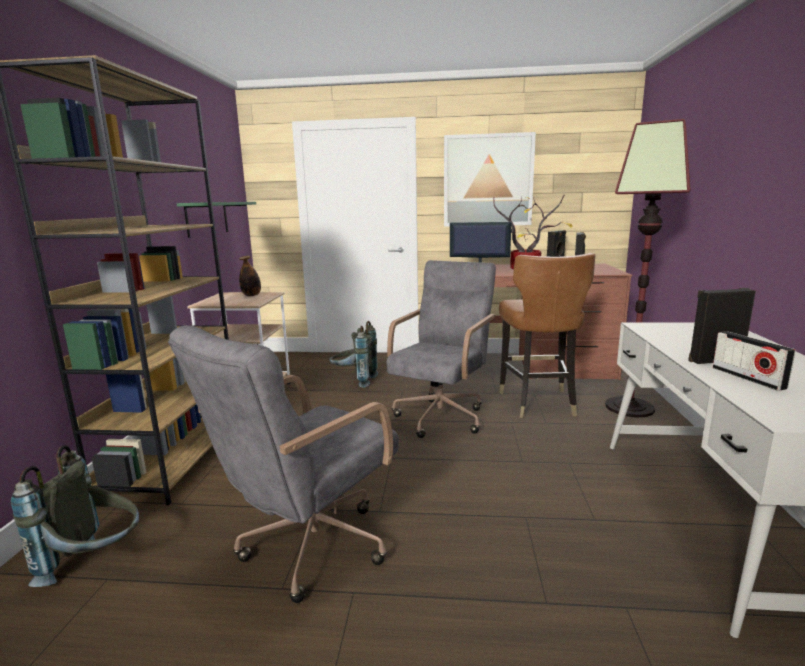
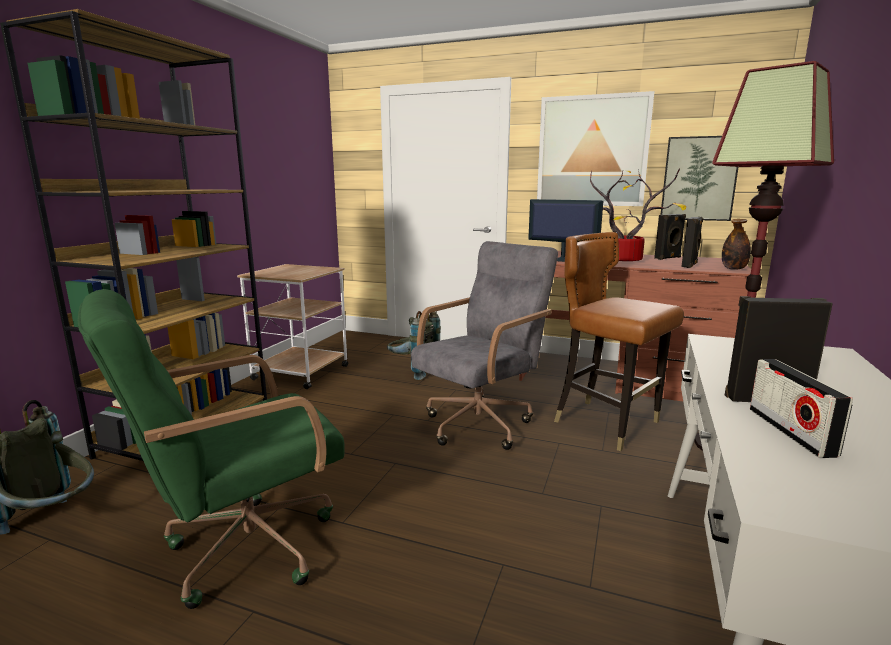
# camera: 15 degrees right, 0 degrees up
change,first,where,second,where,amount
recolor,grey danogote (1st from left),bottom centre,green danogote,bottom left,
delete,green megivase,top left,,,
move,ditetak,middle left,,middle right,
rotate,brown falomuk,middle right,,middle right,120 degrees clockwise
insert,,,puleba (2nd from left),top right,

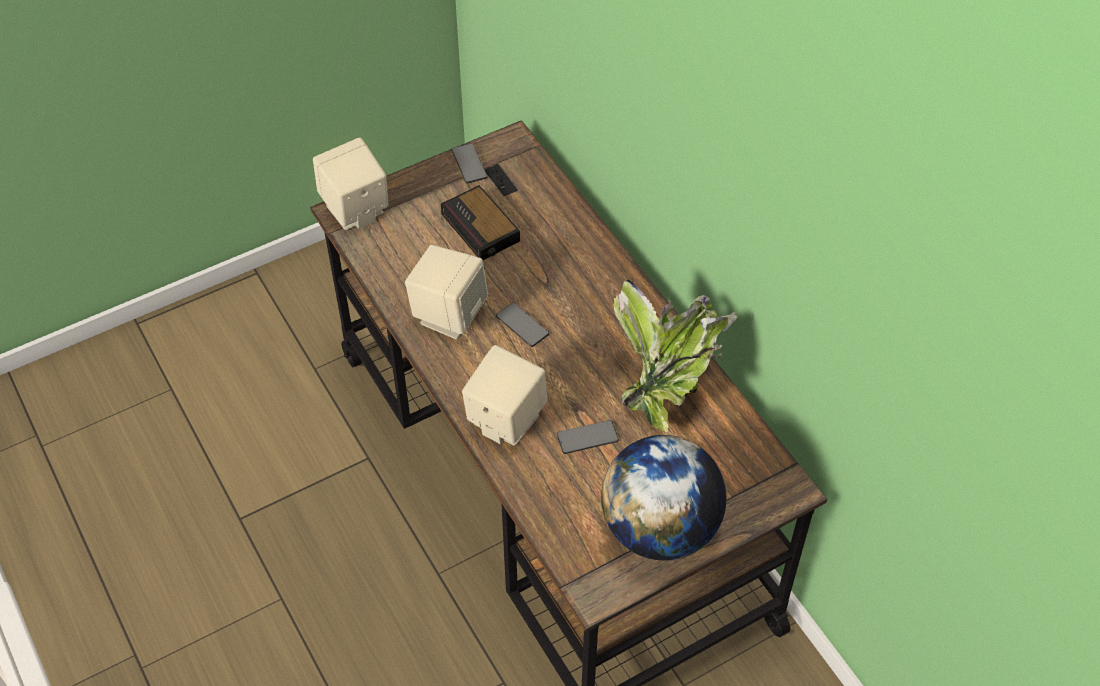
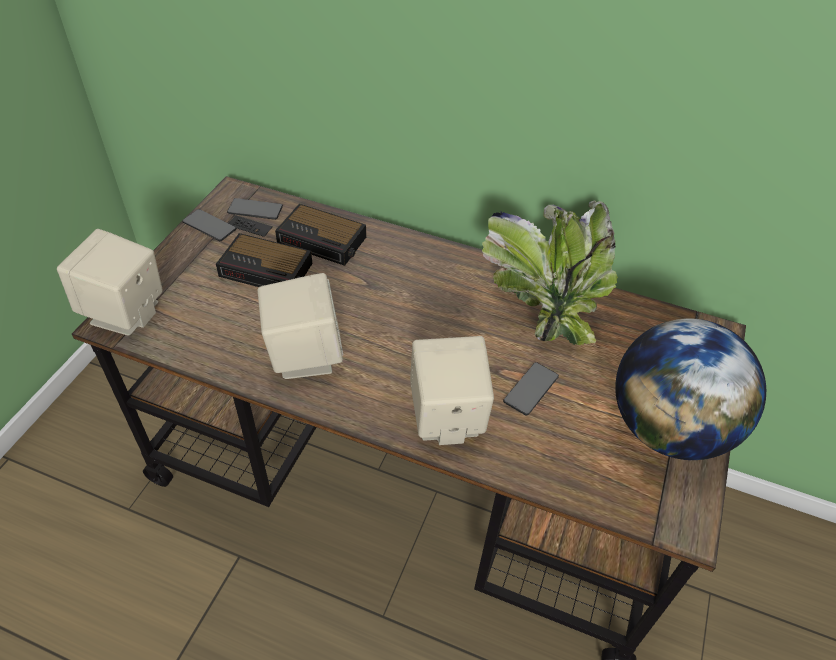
# camera: 40 degrees left, 5 degrees down
change,first,where,second,where,amount
move,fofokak (2nd from left),centre,,top left,
insert,,,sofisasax (2nd from left),centre,

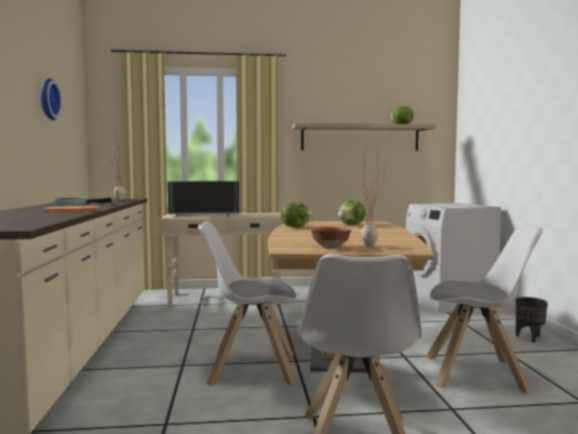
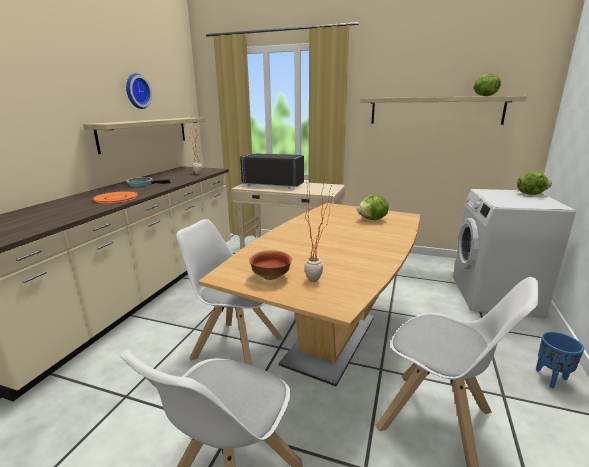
# camera: 25 degrees right, 15 degrees up
change,first,where,second,where,amount
move,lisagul (1st from left in the first image),centre,lisagul (3rd from left),middle right,
recolor,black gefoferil,bottom right,blue gefoferil,bottom right,
insert,,,megivase (1st from left),top left,

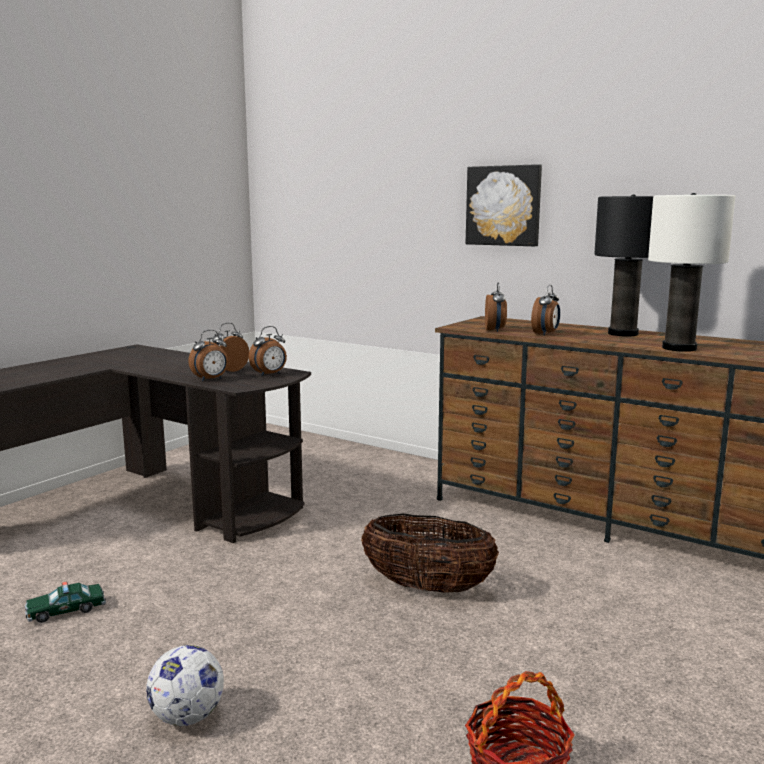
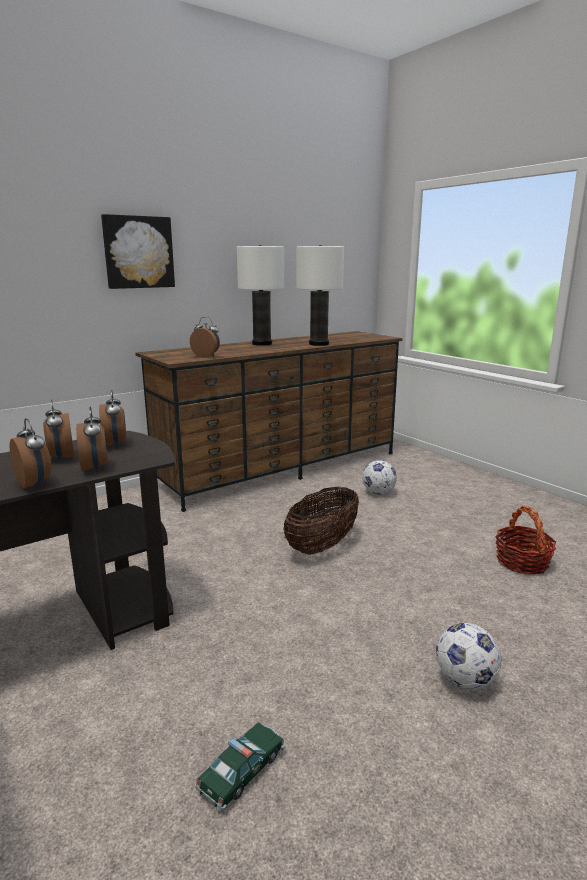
# camera: 70 degrees left, 5 degrees up
change,first,where,second,where,amount
rotate,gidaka,bottom left,,bottom centre,135 degrees counterclockwise
move,sofisasax (5th from left in the first image),middle right,sofisasax (1st from left),middle left,
recolor,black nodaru,middle right,white nodaru (1st from left),centre,
insert,,,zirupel (1st from left),centre,

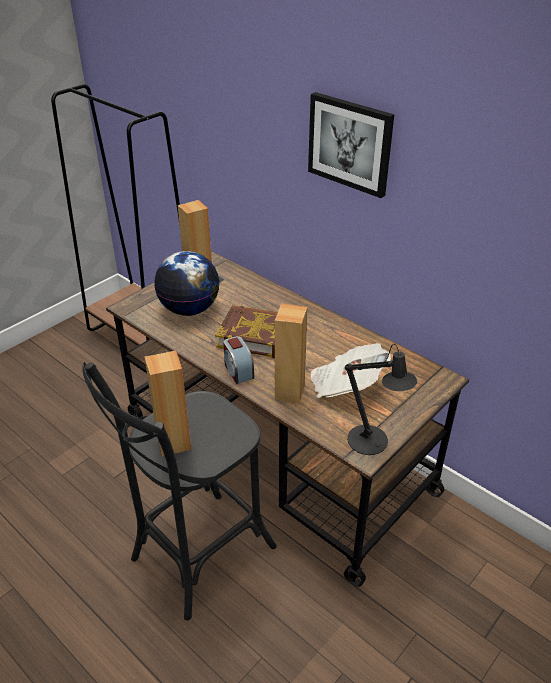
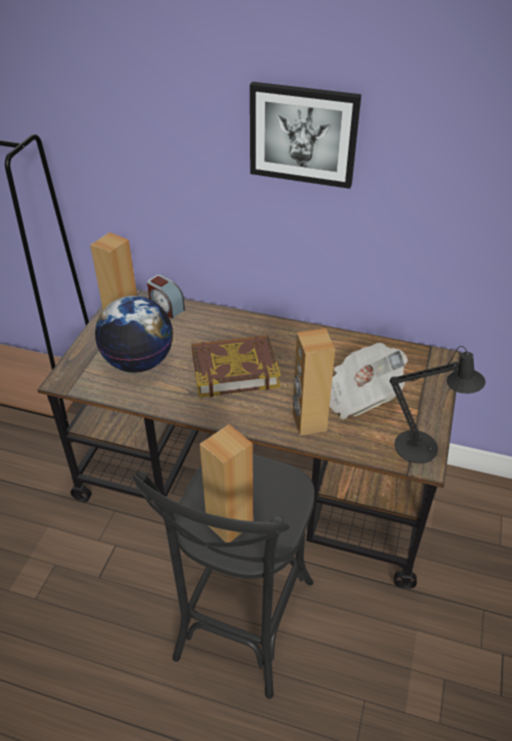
# camera: 25 degrees left, 5 degrees up
change,first,where,second,where,amount
move,sofisasax,centre,,middle left,

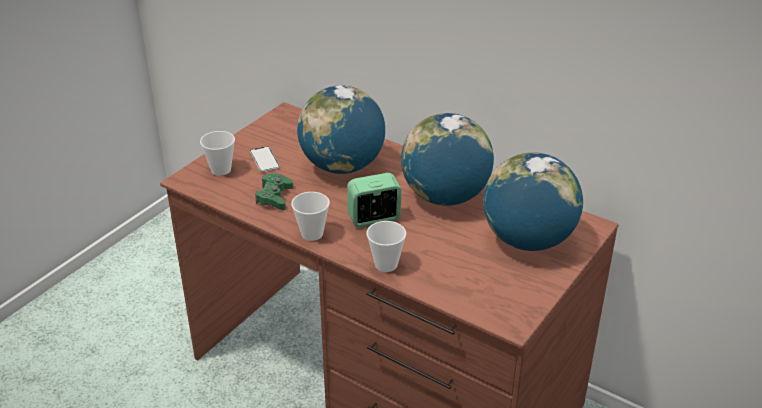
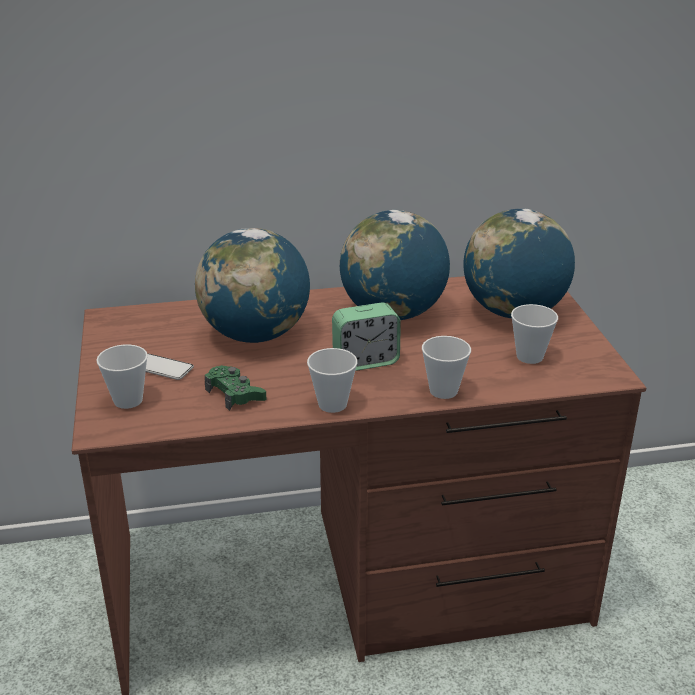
# camera: 45 degrees left, 5 degrees down
change,first,where,second,where,amount
rotate,sofisasax,centre,,centre,135 degrees counterclockwise
insert,,,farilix (4th from left),middle right,

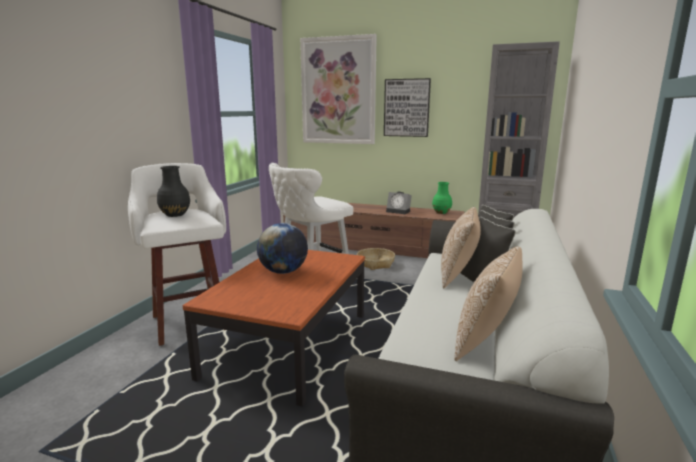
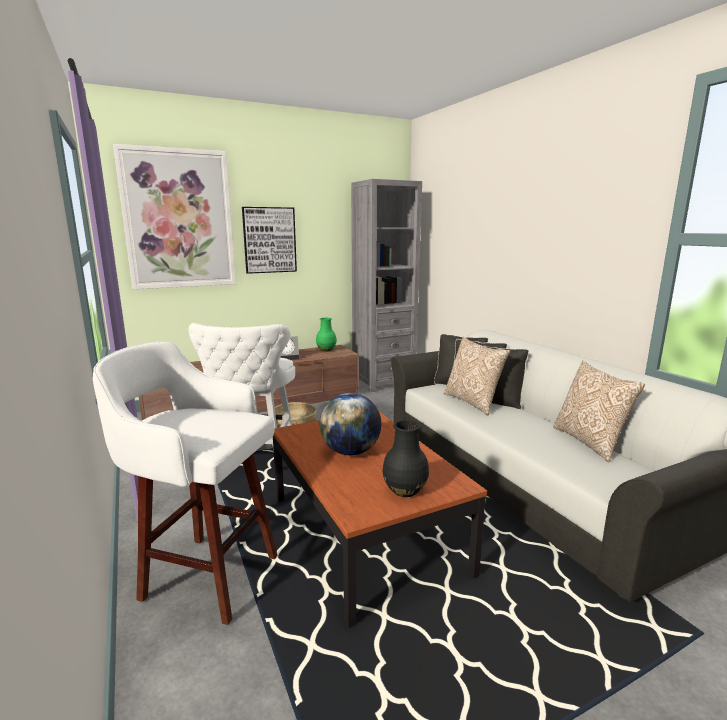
# camera: 45 degrees left, 0 degrees up
change,first,where,second,where,amount
move,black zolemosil,middle left,,centre,

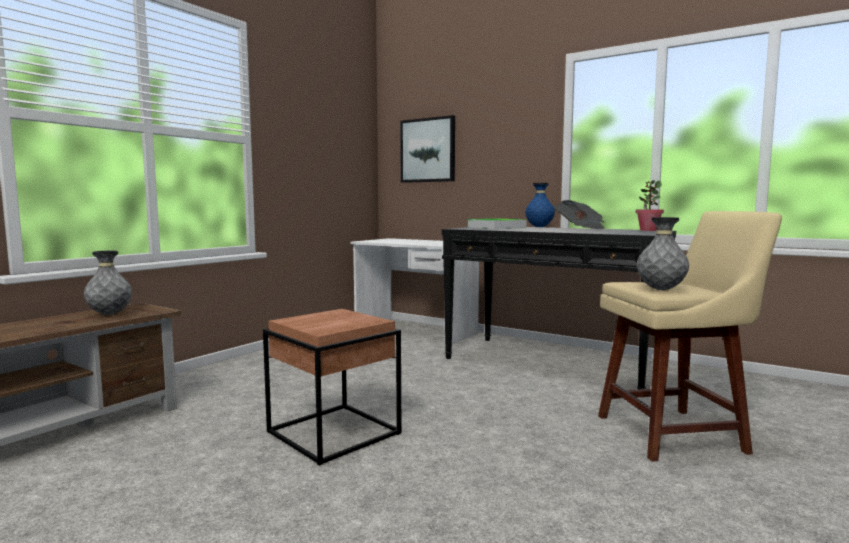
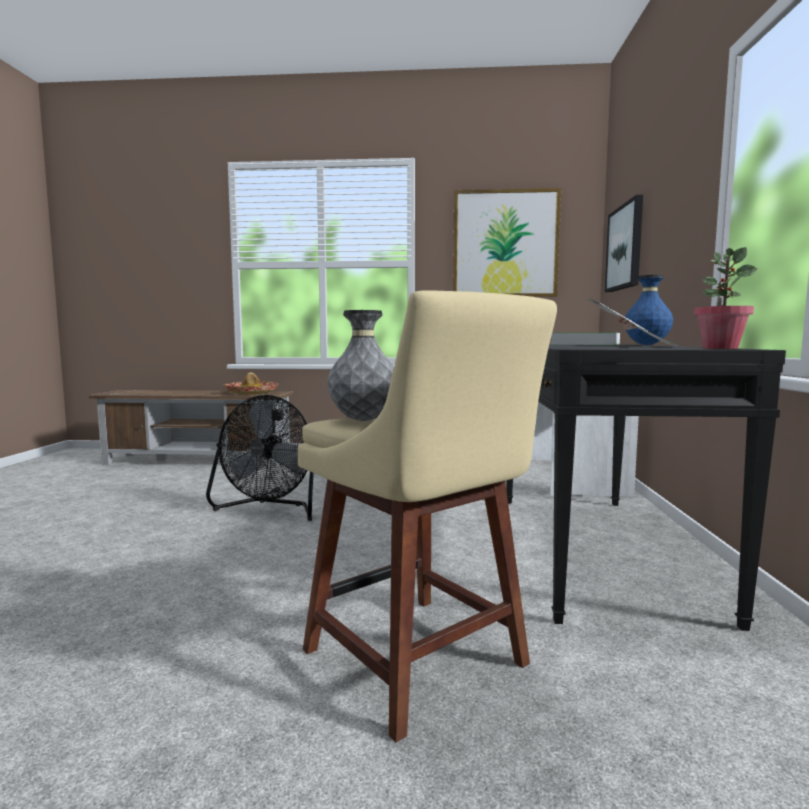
# camera: 60 degrees right, 0 degrees up
change,first,where,second,where,amount
replace,grey zolemosil (1st from left),middle left,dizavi,middle left,
replace,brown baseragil,bottom centre,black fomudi,middle left,
insert,,,puleba (1st from left),top centre,

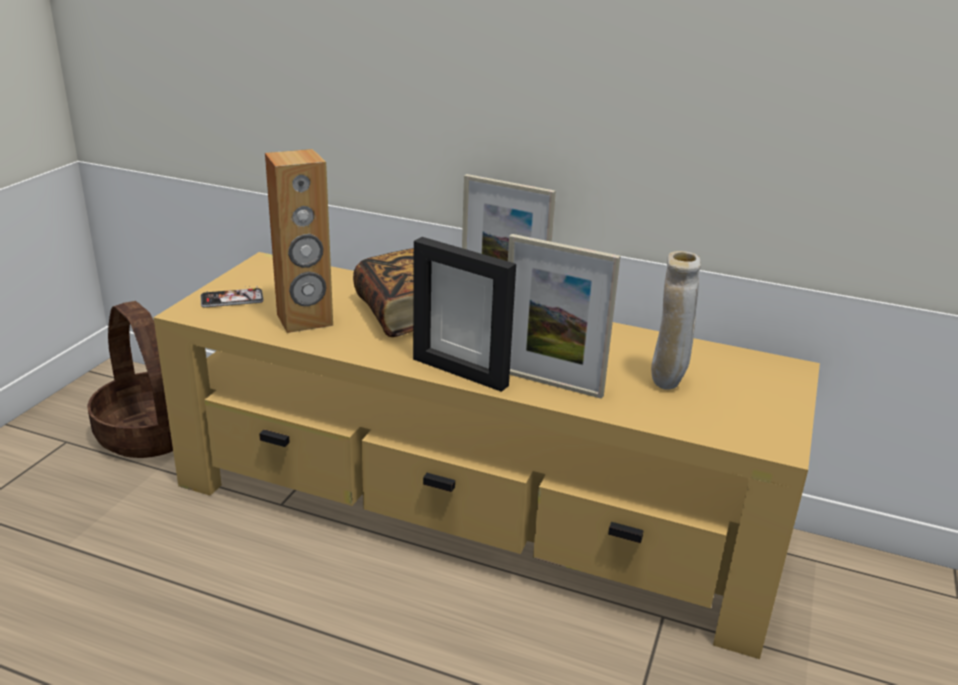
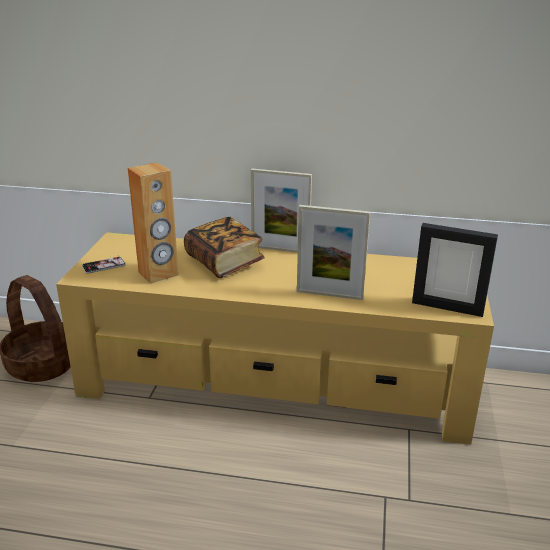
# camera: 10 degrees left, 0 degrees up
change,first,where,second,where,amount
move,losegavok (1st from left in the first image),centre,losegavok (3rd from left),middle right,
delete,beige zolemosil,middle right,,,

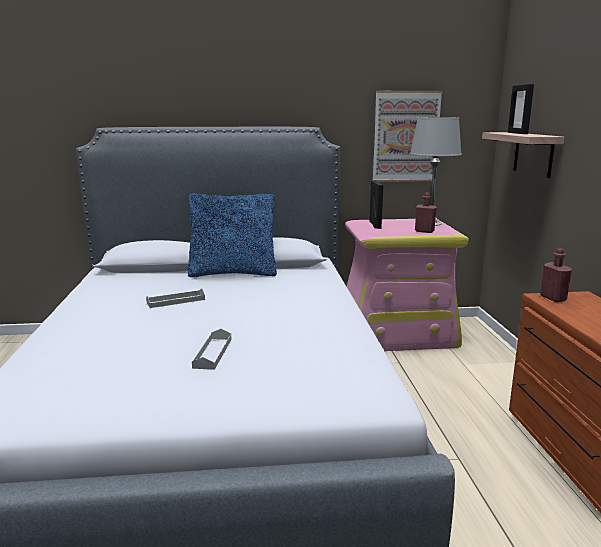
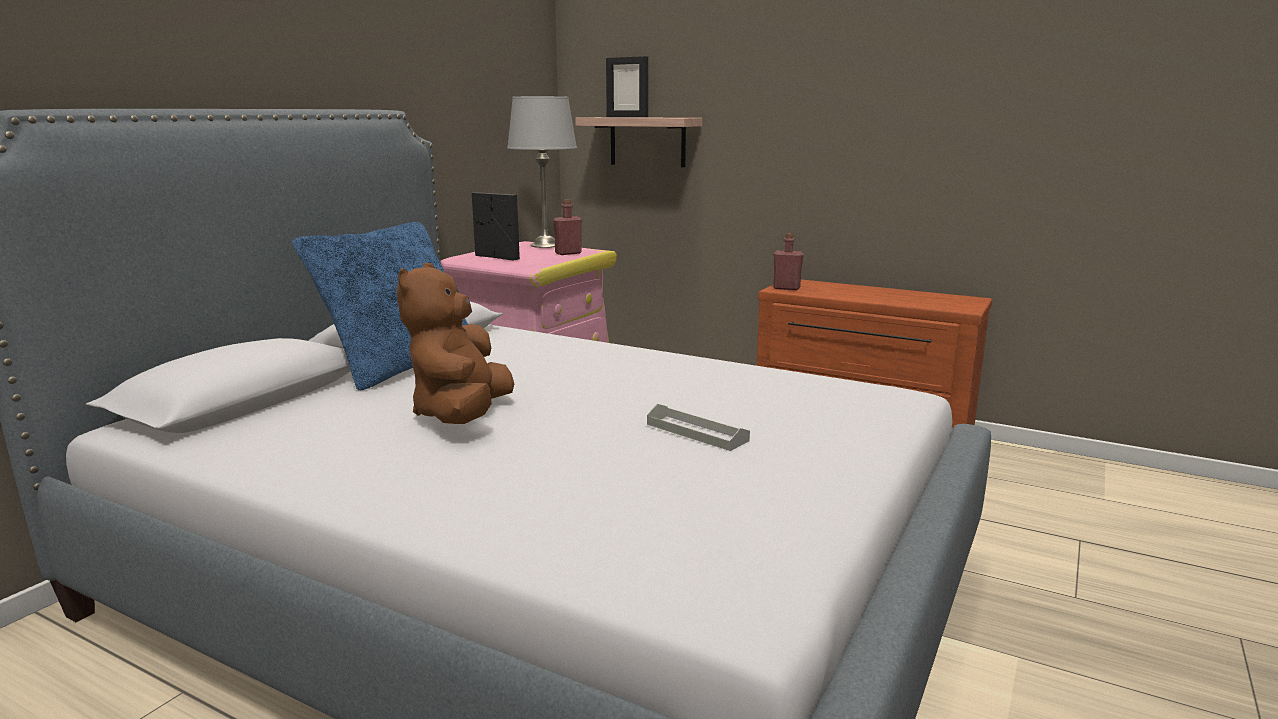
# camera: 55 degrees left, 0 degrees up
change,first,where,second,where,amount
replace,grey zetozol (1st from left),middle left,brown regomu,centre,
delete,puleba,top right,,,

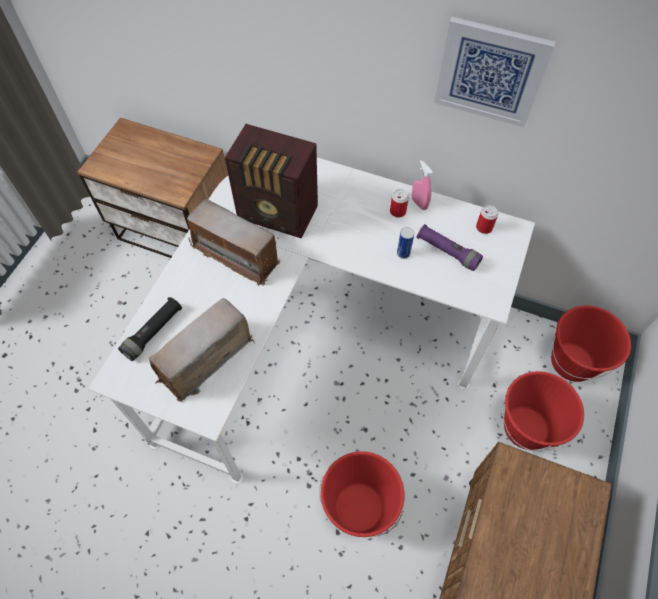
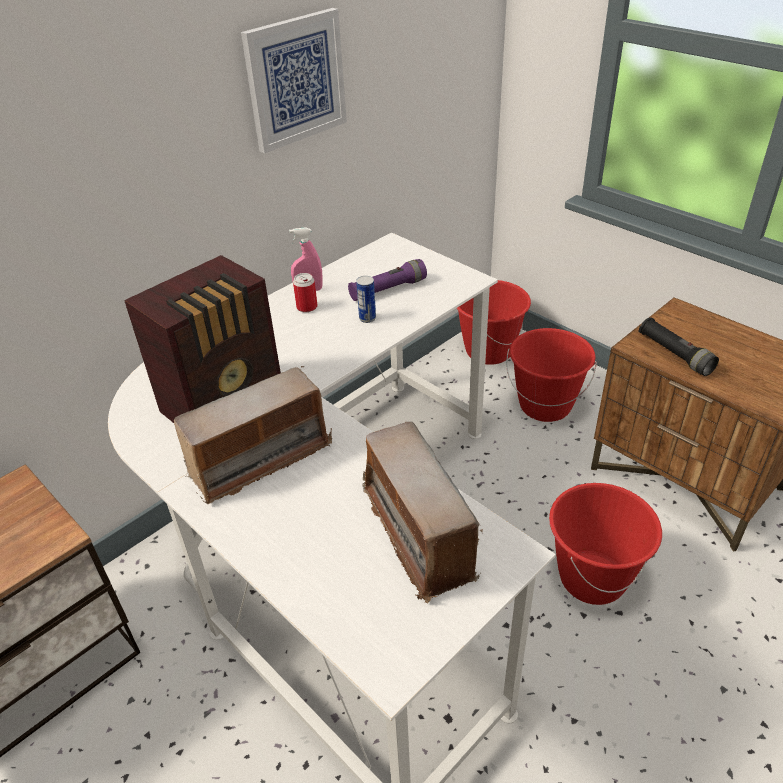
# camera: 65 degrees left, 20 degrees down
change,first,where,second,where,amount
move,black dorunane,middle left,,middle right,
delete,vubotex (3rd from left),middle right,,,

